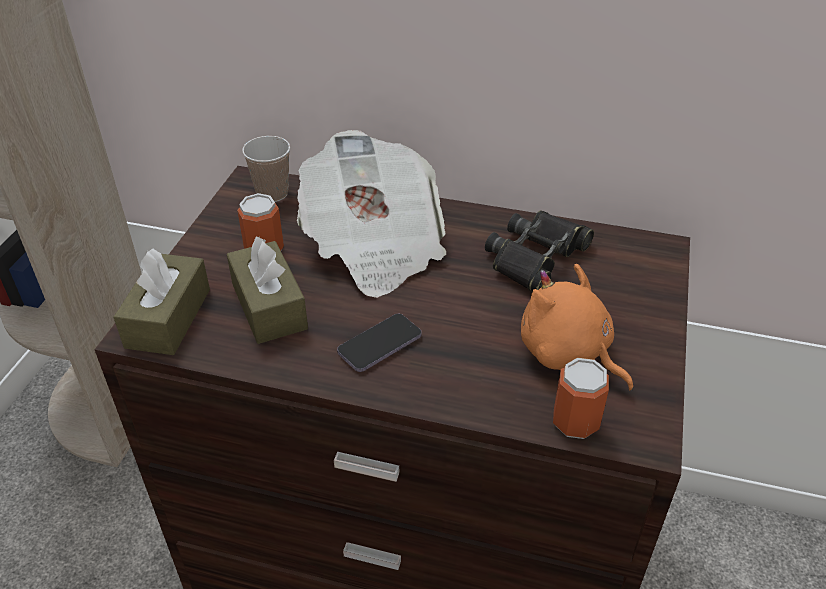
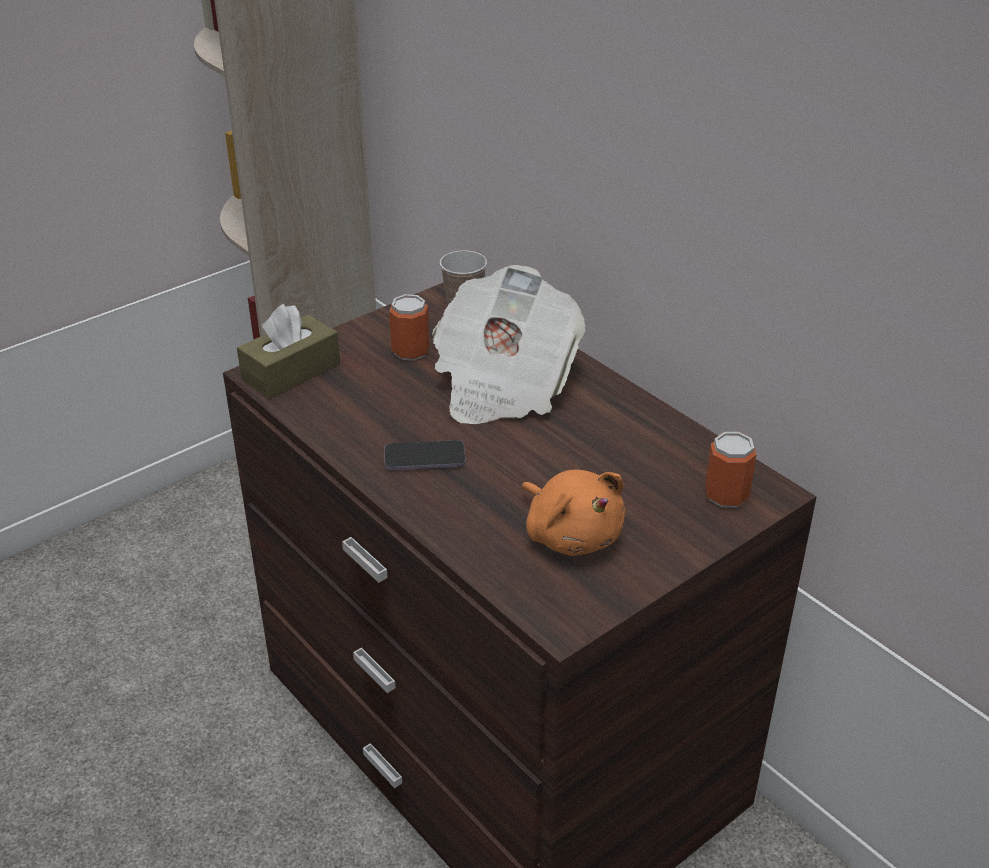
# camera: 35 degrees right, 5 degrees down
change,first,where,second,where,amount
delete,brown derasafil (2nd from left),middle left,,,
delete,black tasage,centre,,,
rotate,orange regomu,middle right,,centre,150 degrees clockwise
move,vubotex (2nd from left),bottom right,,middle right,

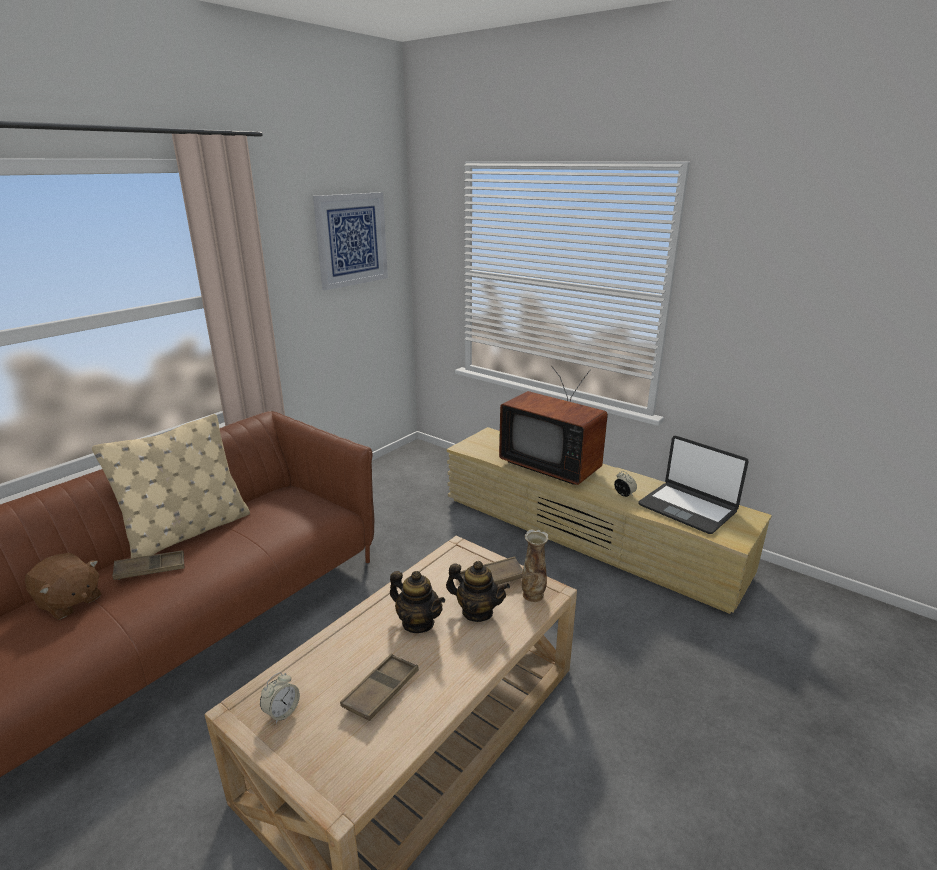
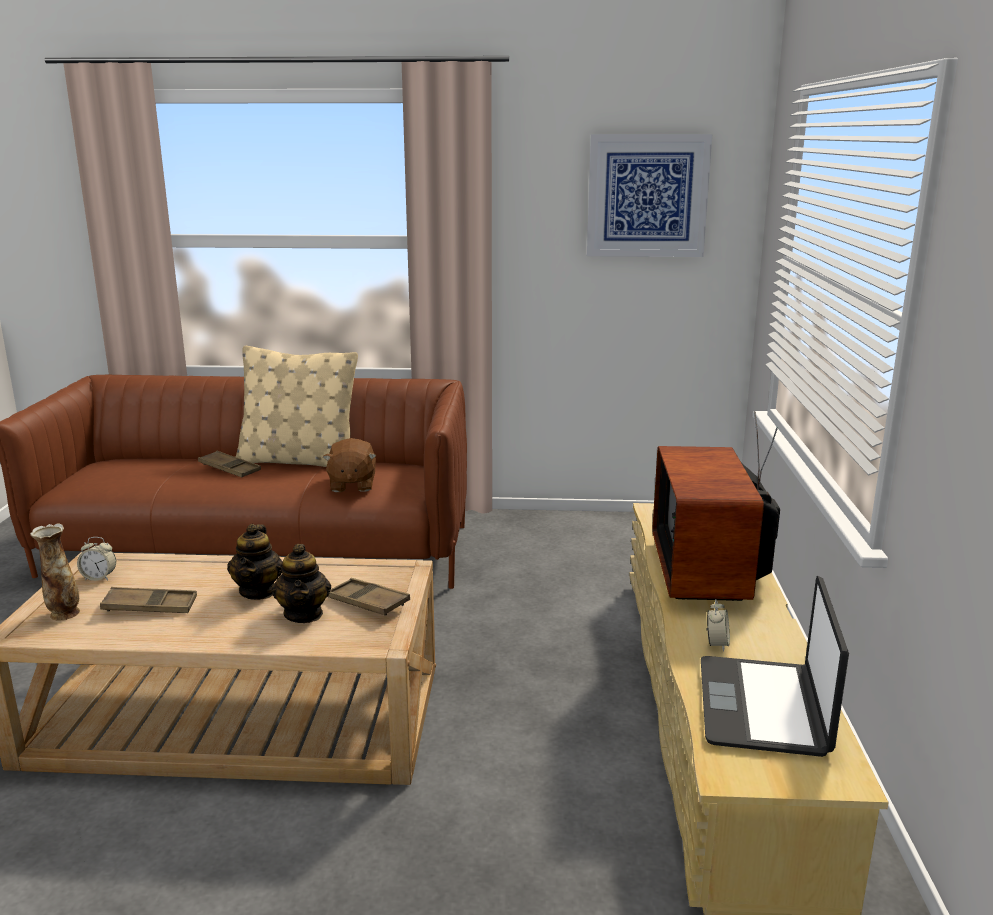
# camera: 55 degrees right, 5 degrees down
change,first,where,second,where,amount
move,brown regomu,bottom left,,centre,
move,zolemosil,centre,,middle left,

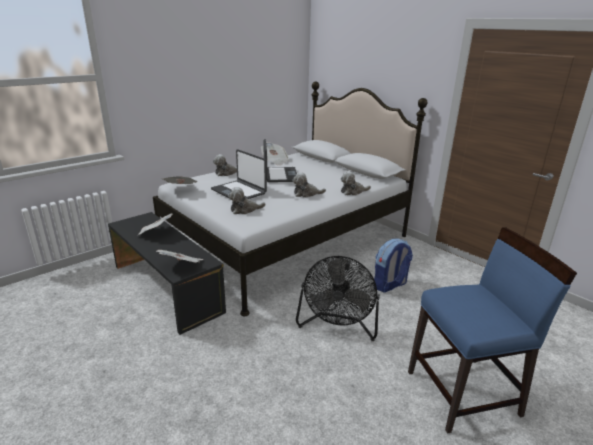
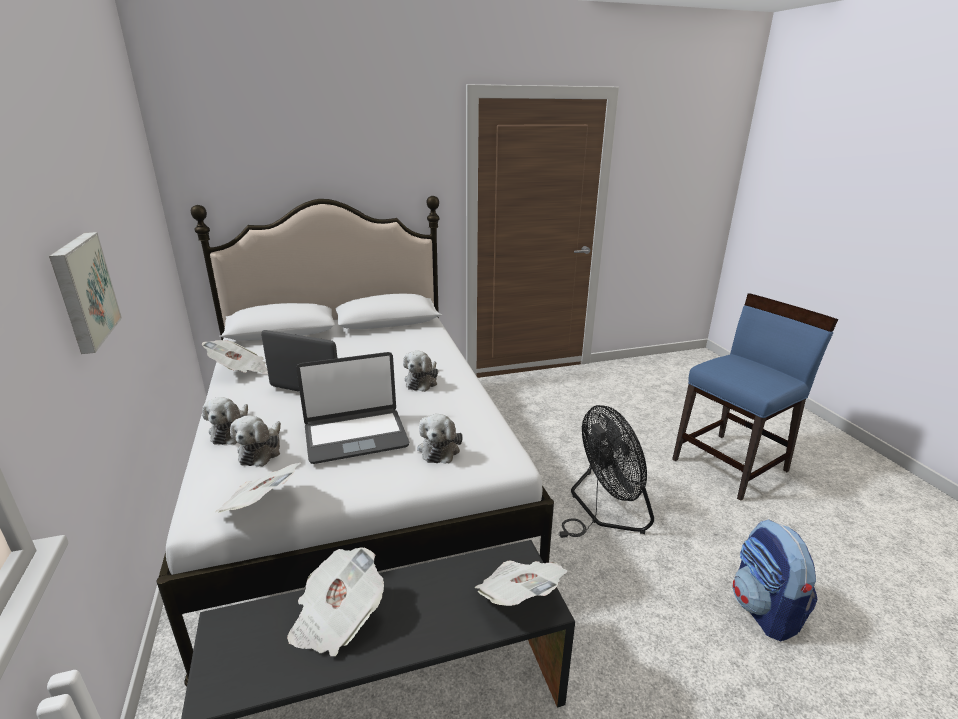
# camera: 65 degrees left, 0 degrees up
change,first,where,second,where,amount
rotate,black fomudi,bottom centre,,centre,60 degrees counterclockwise
move,regomu (4th from left in the first image),centre,regomu (2nd from left),middle left,
move,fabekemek,centre,,bottom right,
rotate,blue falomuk,bottom right,,middle right,45 degrees clockwise
insert,,,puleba,middle left,

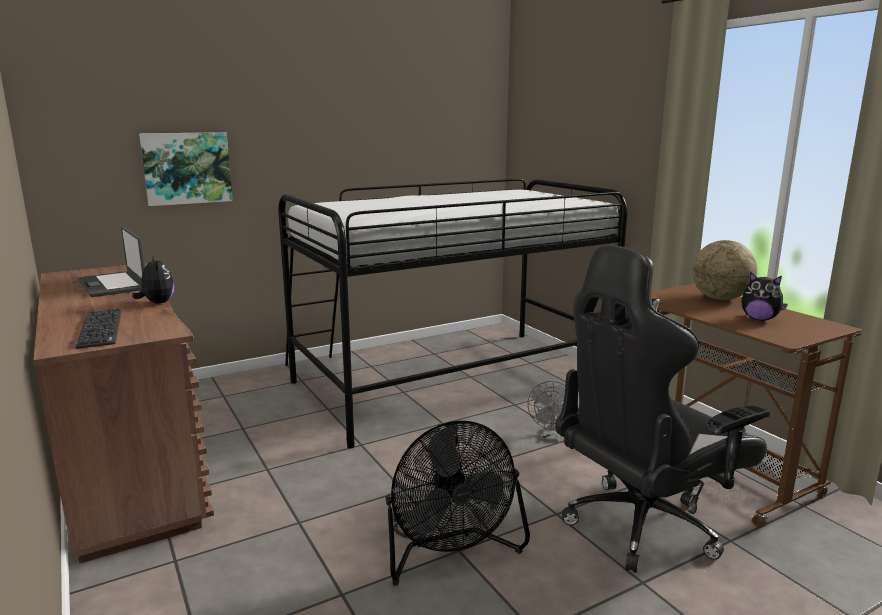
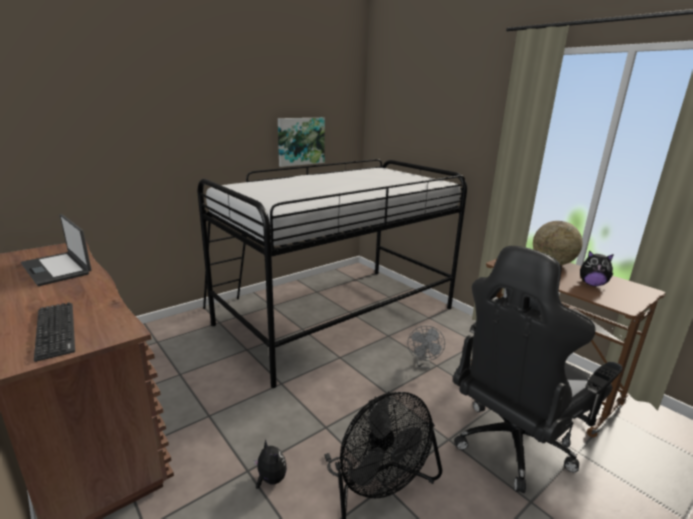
# camera: 10 degrees left, 5 degrees up
change,first,where,second,where,amount
move,regomu (1st from left),middle left,,bottom centre,
move,puleba,top left,,top centre,

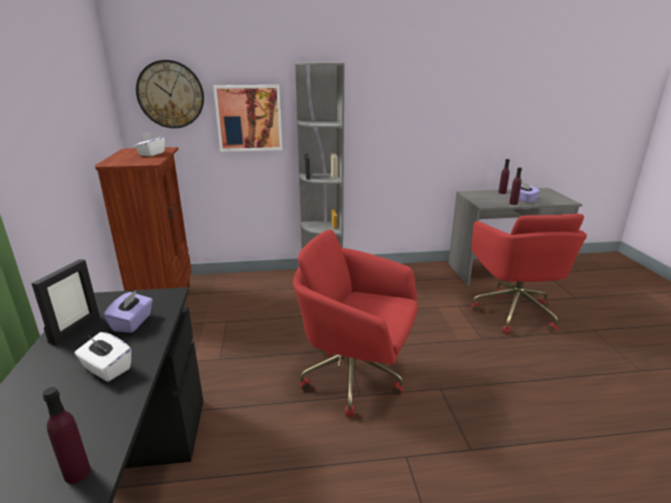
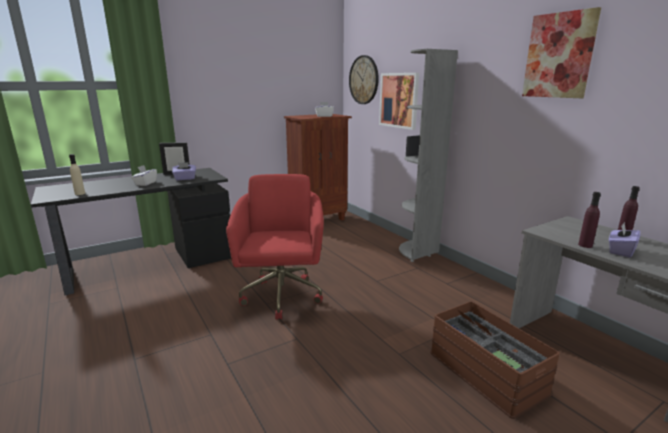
# camera: 65 degrees right, 5 degrees down
change,first,where,second,where,amount
recolor,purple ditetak (1st from left),bottom left,beige ditetak,middle left,
replace,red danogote (2nd from left),middle right,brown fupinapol,bottom right,
insert,,,puleba (2nd from left),top right,

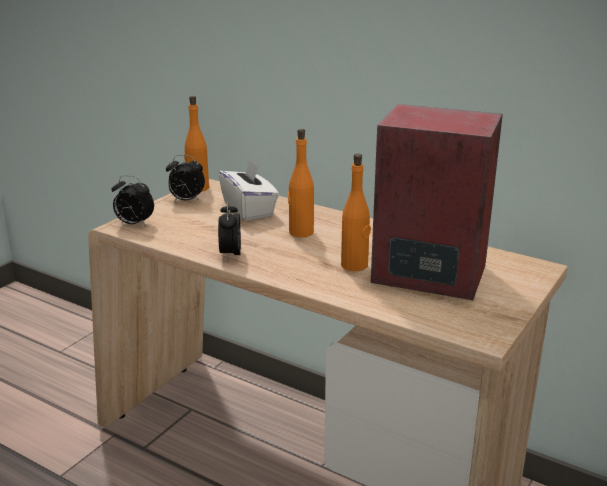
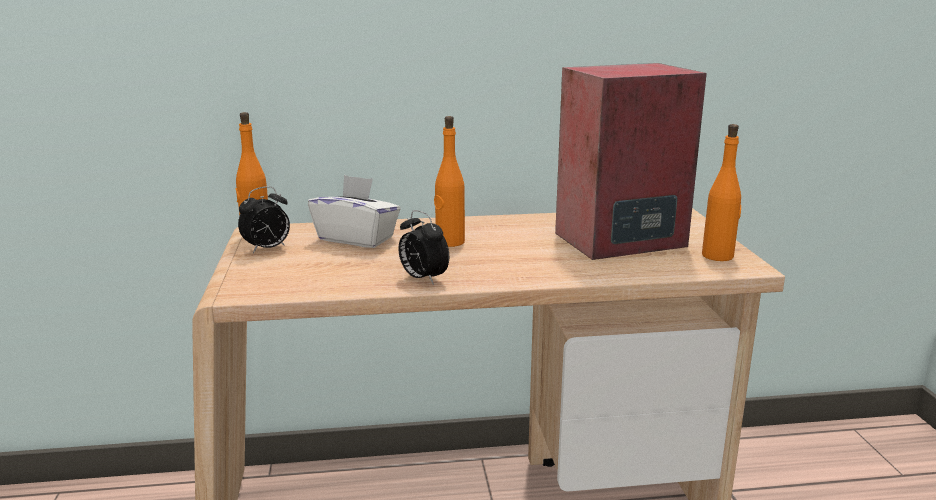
# camera: 40 degrees left, 5 degrees down
change,first,where,second,where,amount
delete,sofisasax (1st from left),middle left,,,
move,orange ditetak (3rd from left),centre,,middle right,

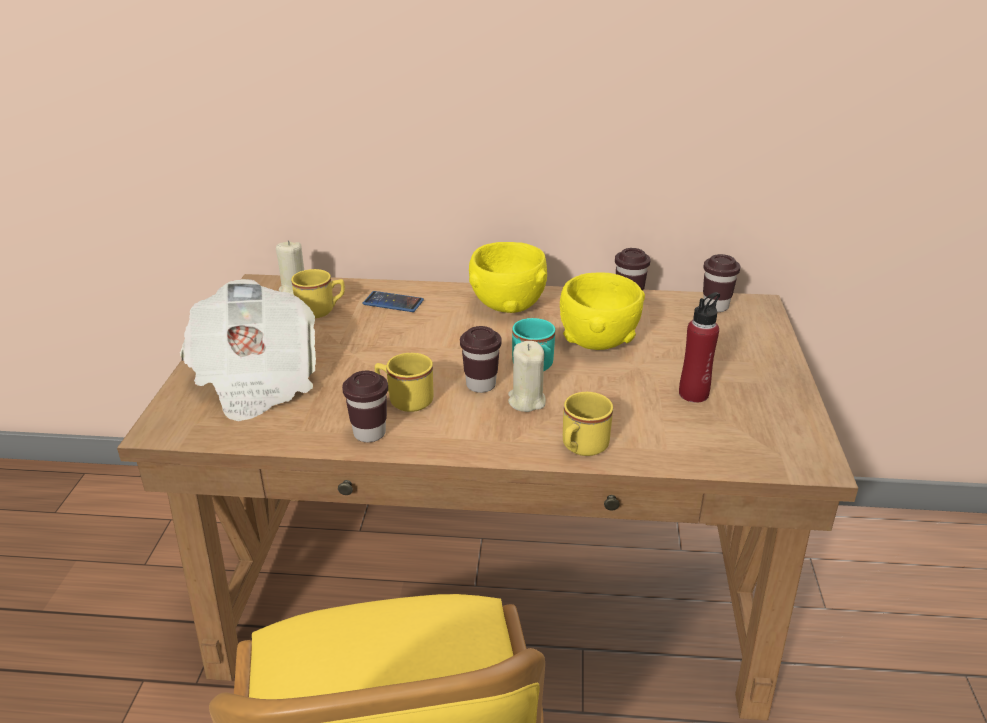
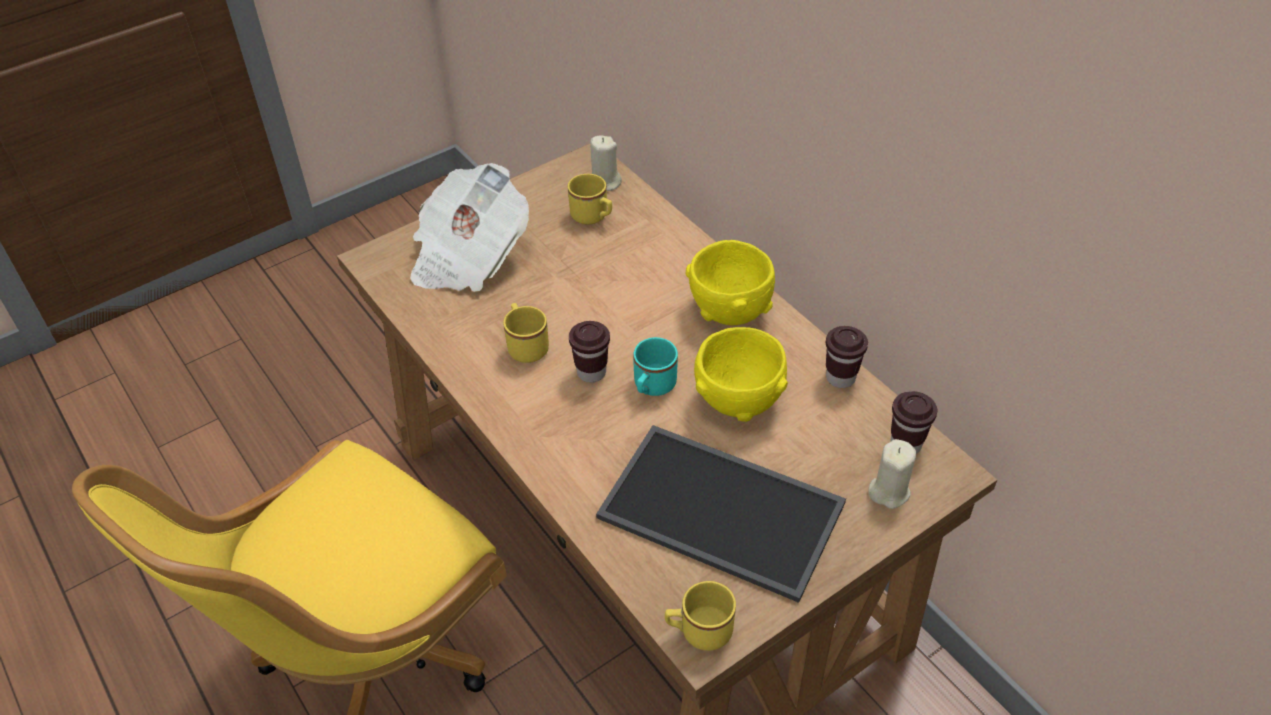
# camera: 50 degrees right, 15 degrees up
change,first,where,second,where,amount
delete,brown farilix (1st from left),centre,,,
delete,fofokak,centre,,,
move,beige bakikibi (2nd from left),centre,,middle right,
move,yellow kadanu (3rd from left),centre,,bottom centre,
replace,red ditetak,middle right,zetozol,bottom centre,

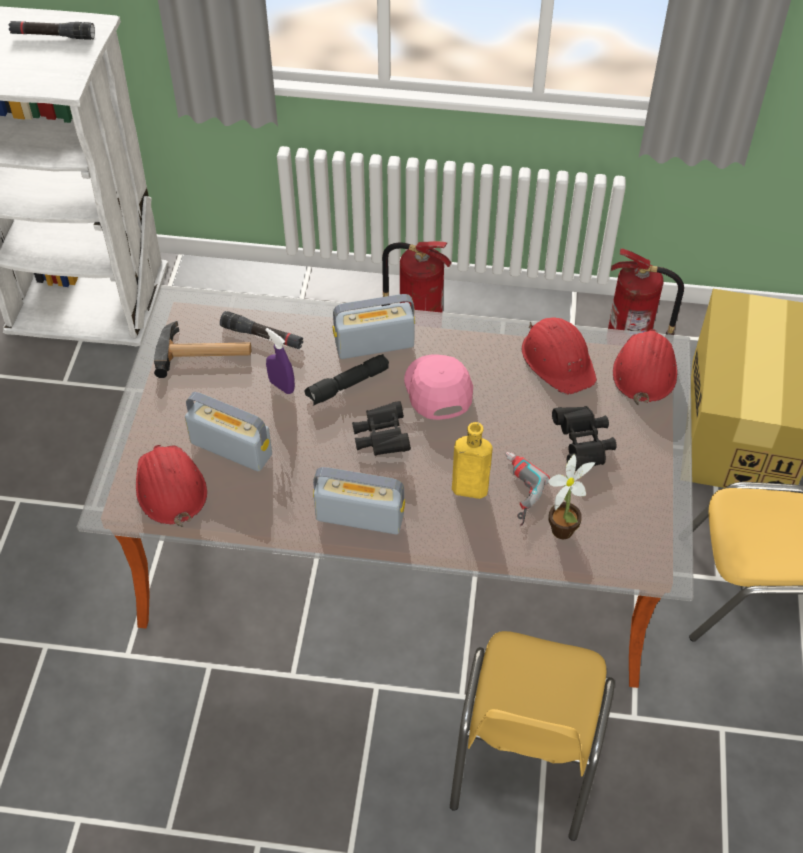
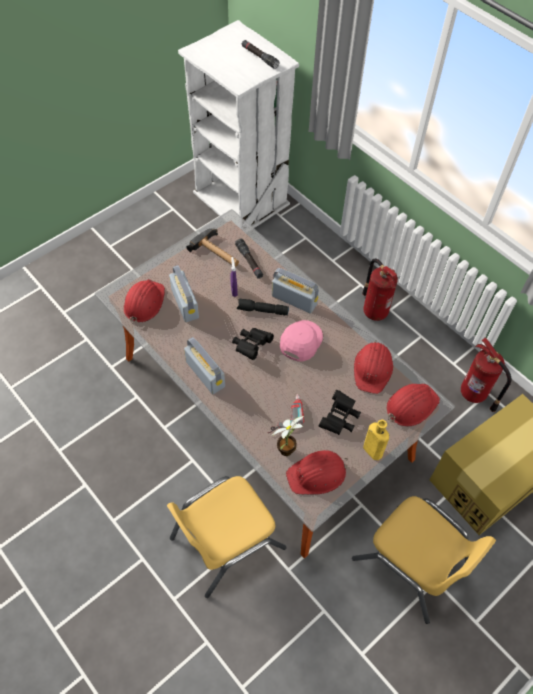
# camera: 40 degrees right, 5 degrees up
change,first,where,second,where,amount
move,yellow ditetak,centre,,middle right,
insert,,,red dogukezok (2nd from left),bottom centre,

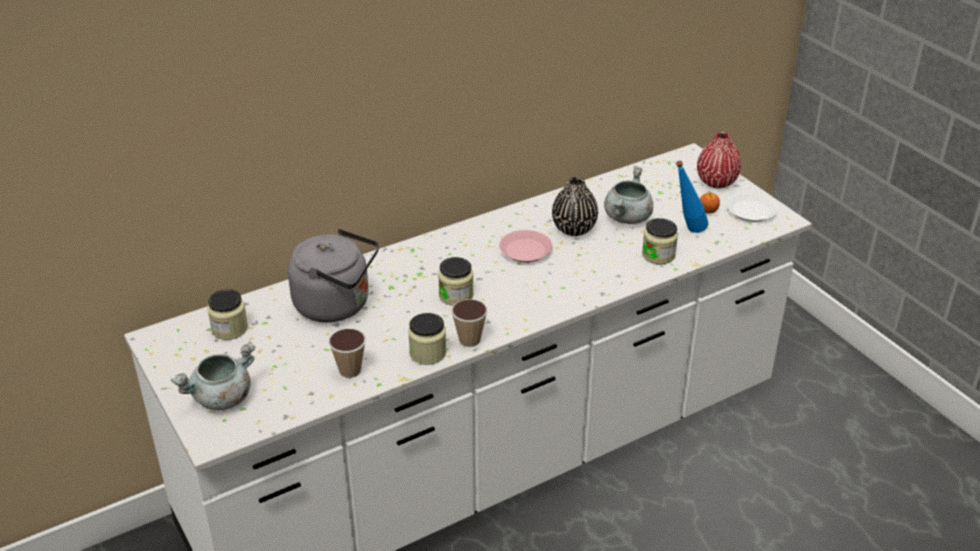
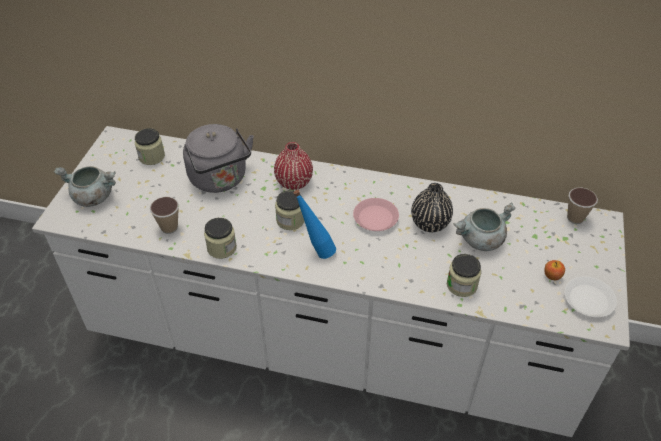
# camera: 45 degrees right, 10 degrees up
change,first,where,second,where,amount
move,farilix (2nd from left),centre,,middle right,
move,blue ditetak,middle right,,centre,
move,red zolemosil,top right,,centre,

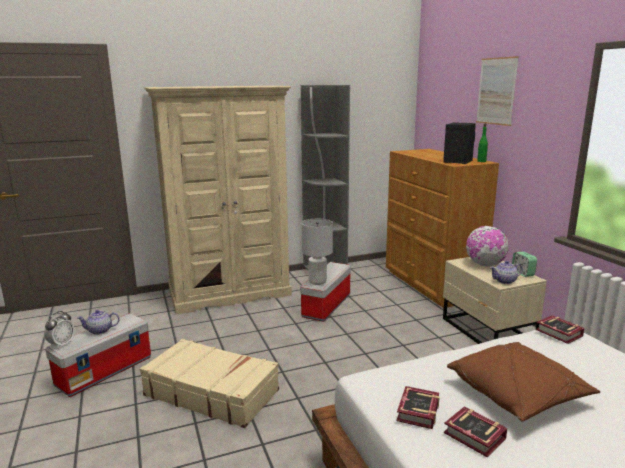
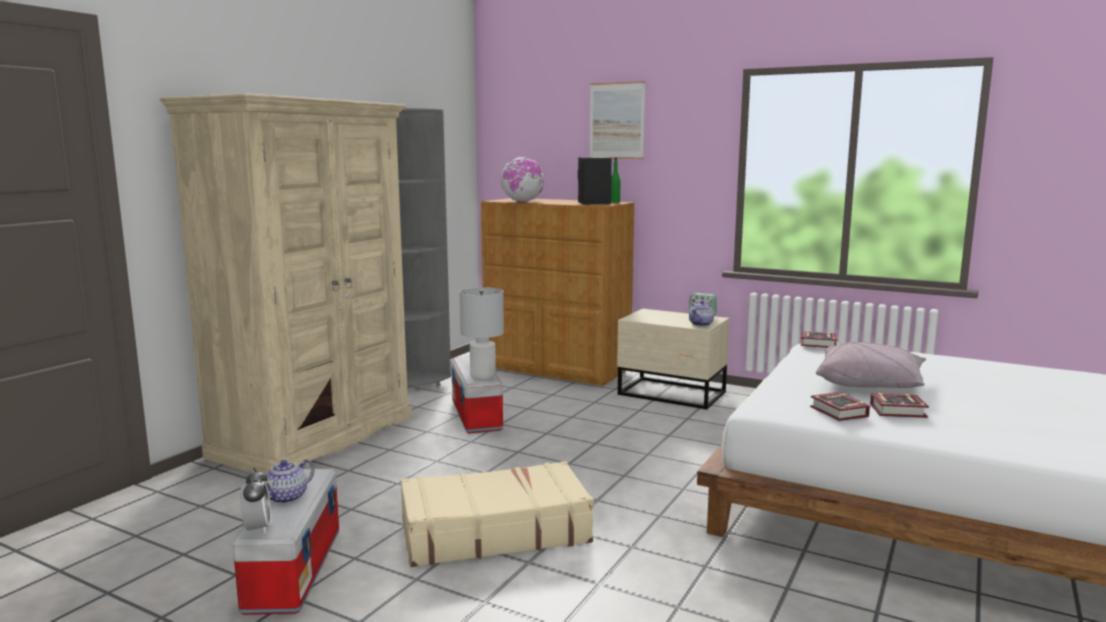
# camera: 40 degrees left, 5 degrees down
change,first,where,second,where,amount
recolor,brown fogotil,bottom right,purple fogotil,middle right,
move,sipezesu,middle right,,top centre,

